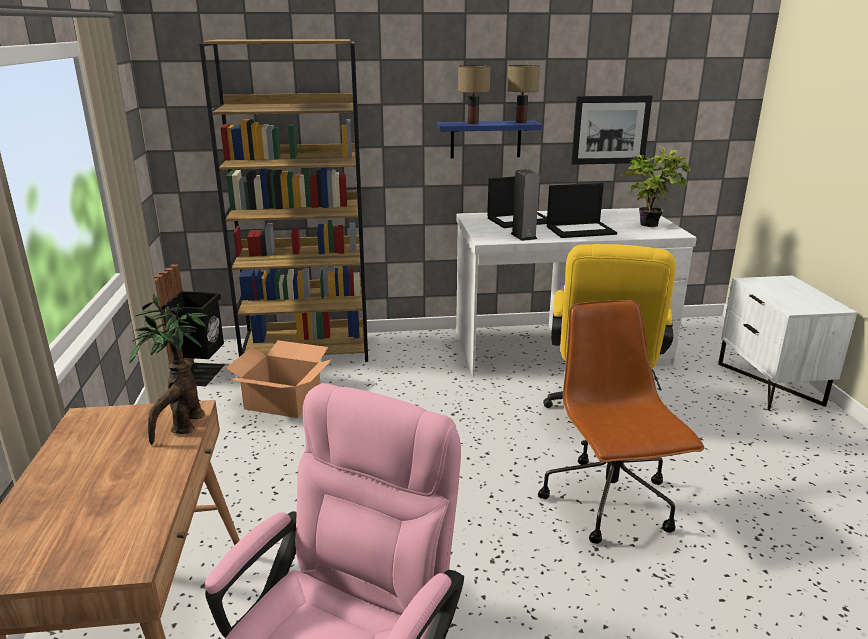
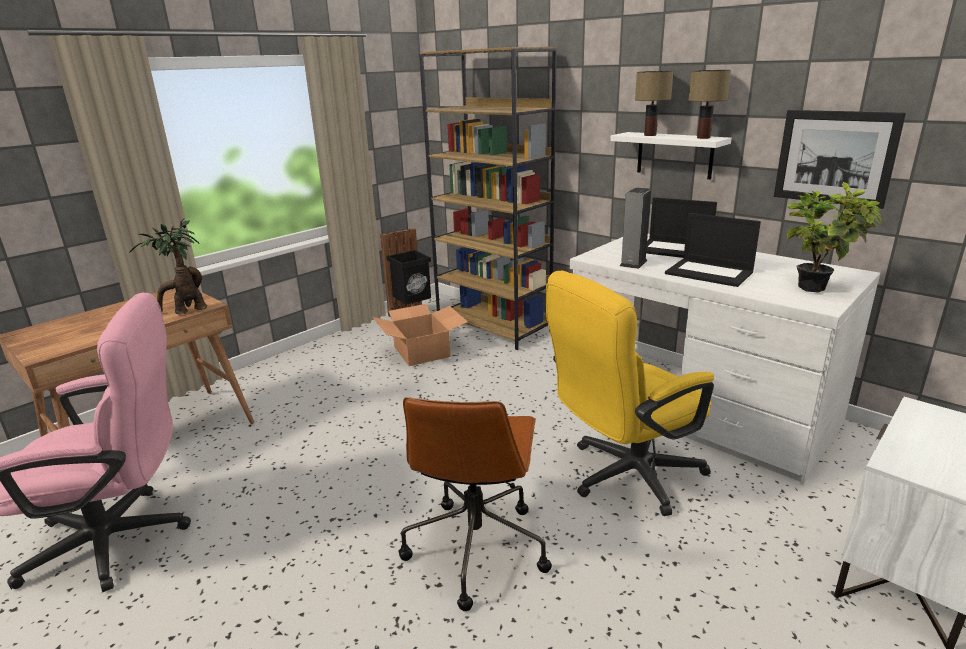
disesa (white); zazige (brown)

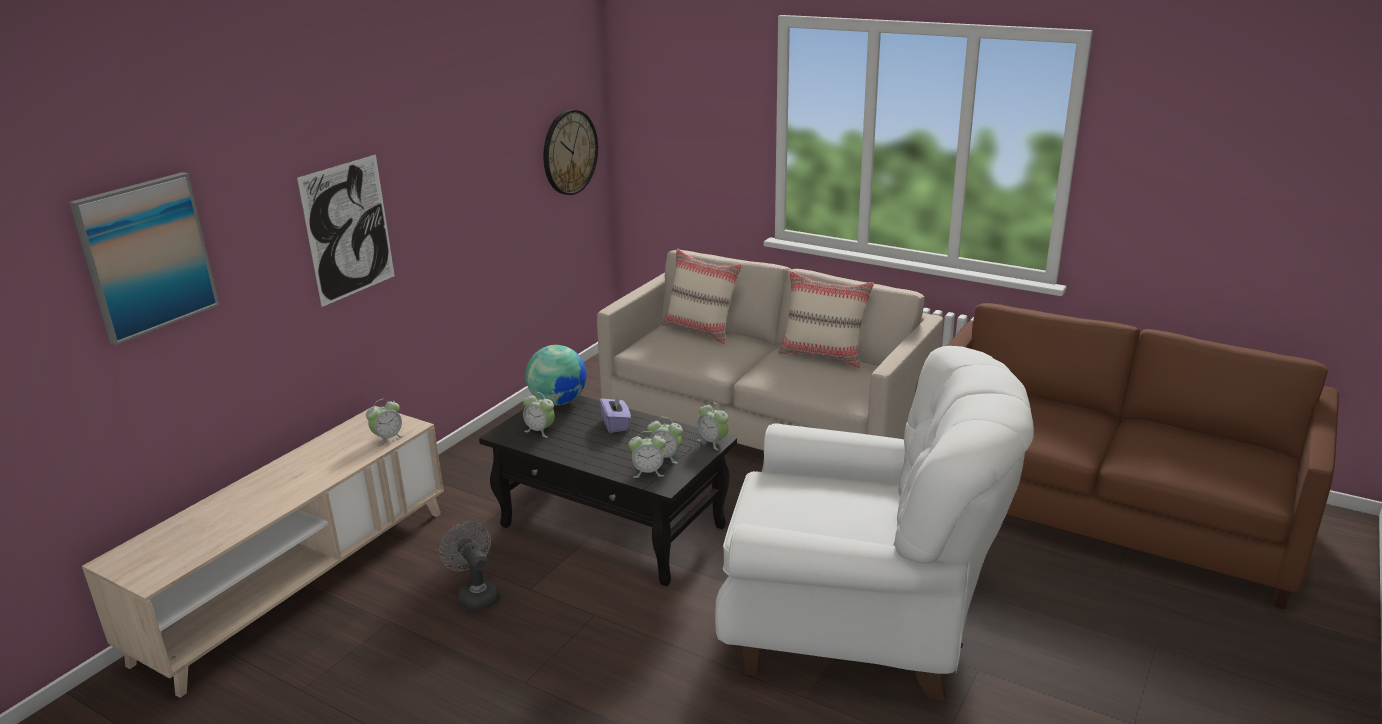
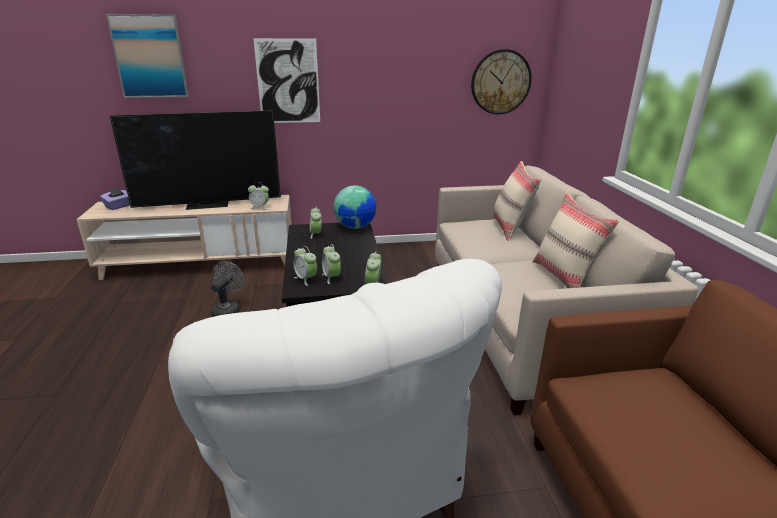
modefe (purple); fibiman

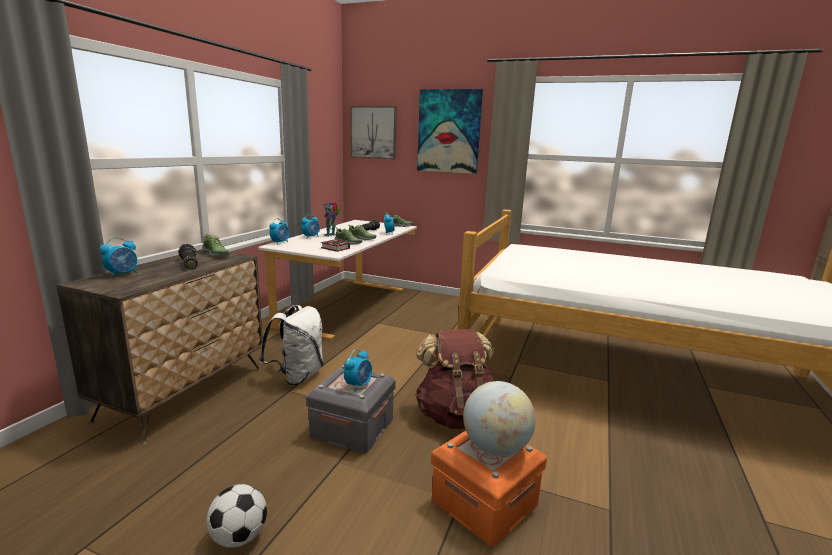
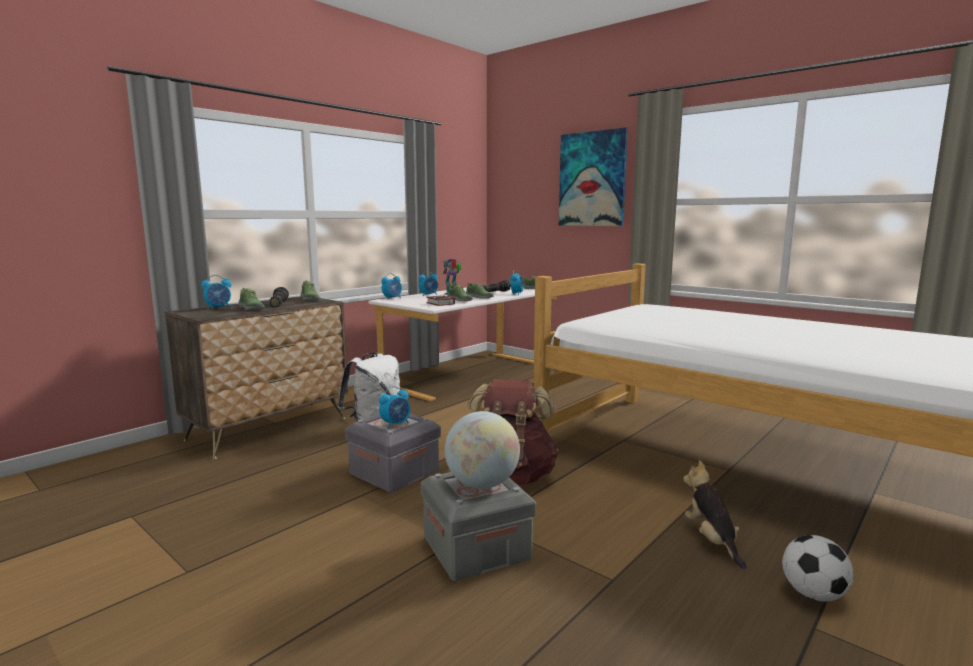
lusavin (no. 1 from left in the first image); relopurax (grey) (no. 2 from left); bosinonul; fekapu (no. 1 from left); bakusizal

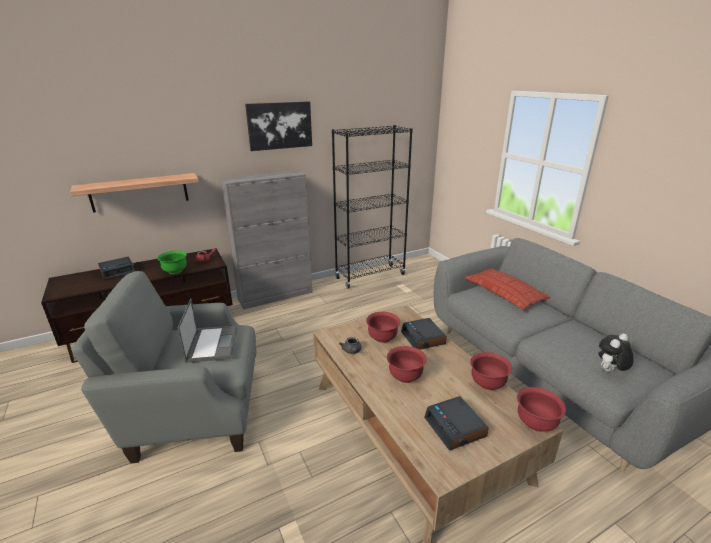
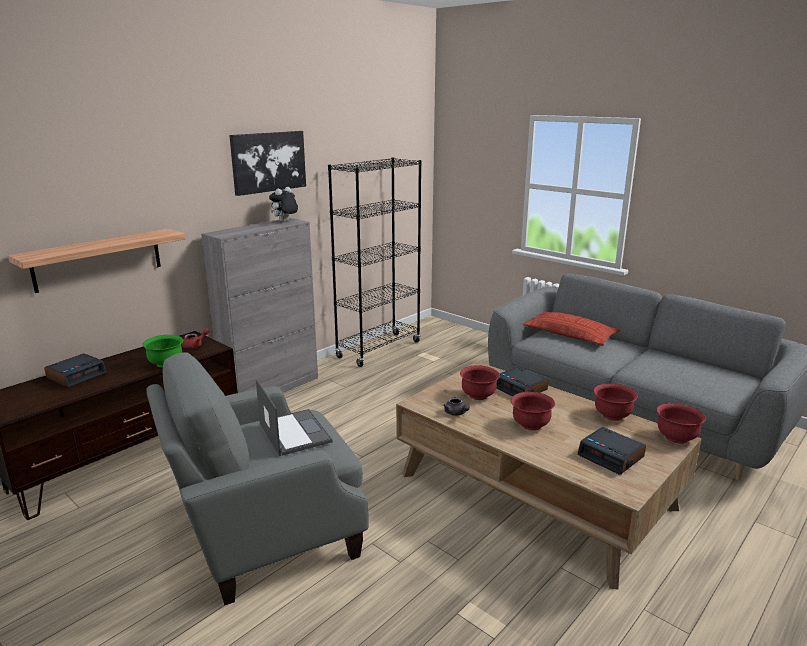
bakusizal

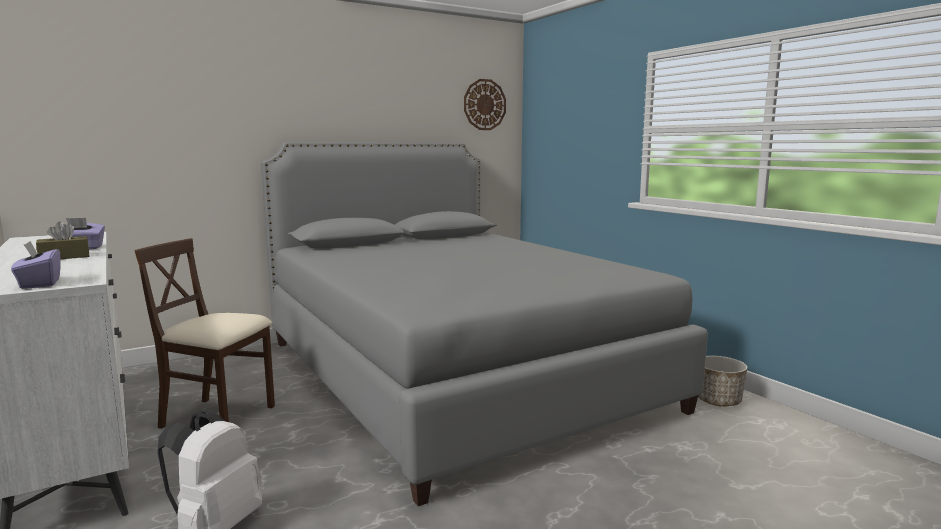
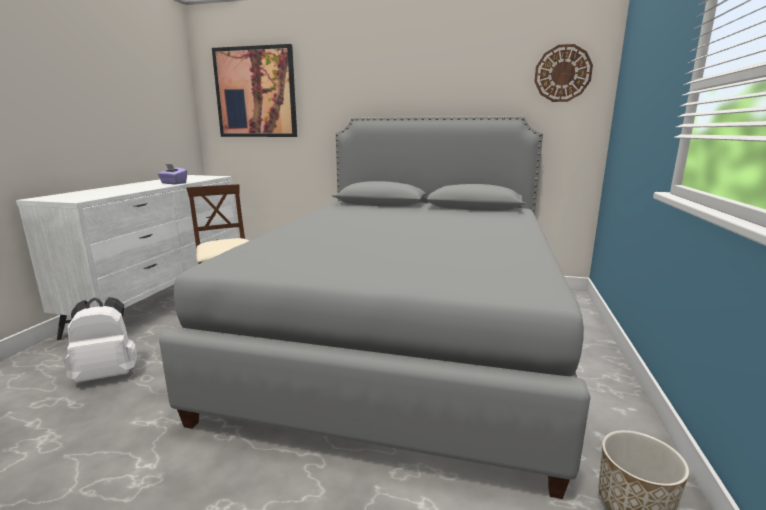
modefe (brown); modefe (purple) (no. 1 from left in the first image); lusavin

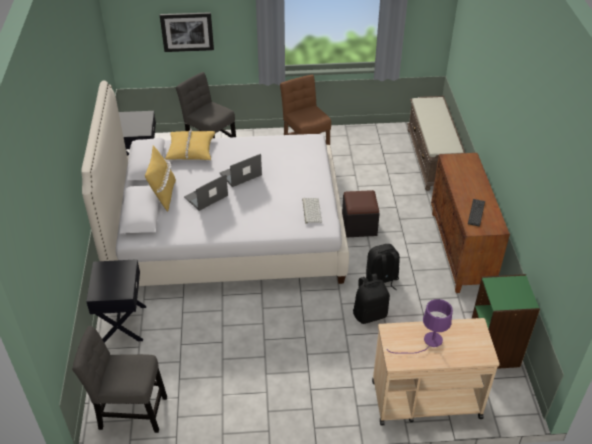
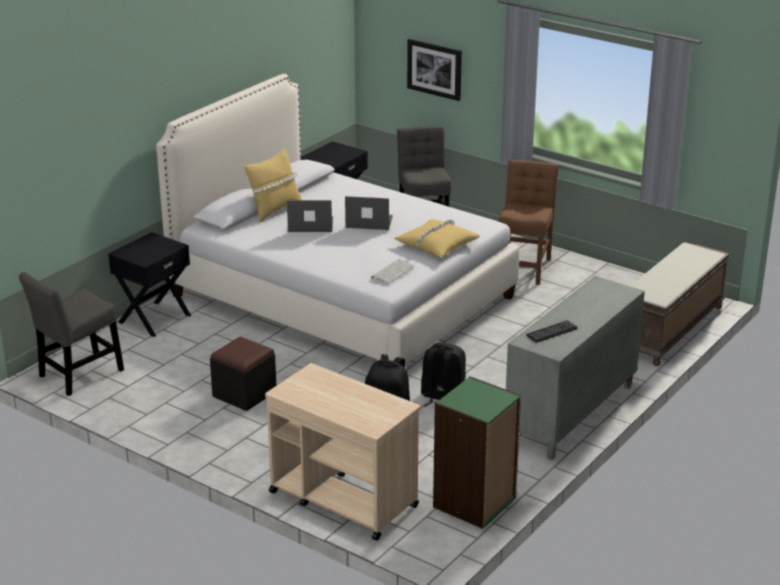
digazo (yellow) (no. 2 from left); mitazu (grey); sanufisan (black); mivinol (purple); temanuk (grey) (no. 1 from left)

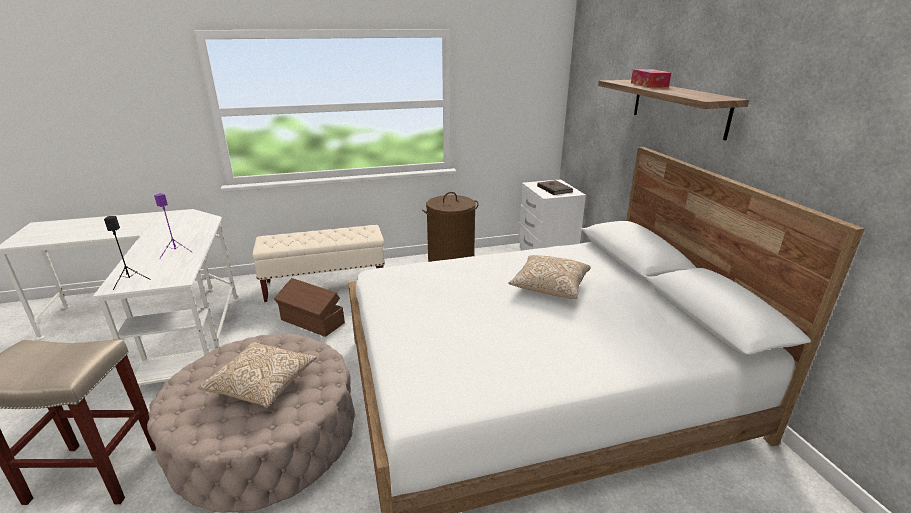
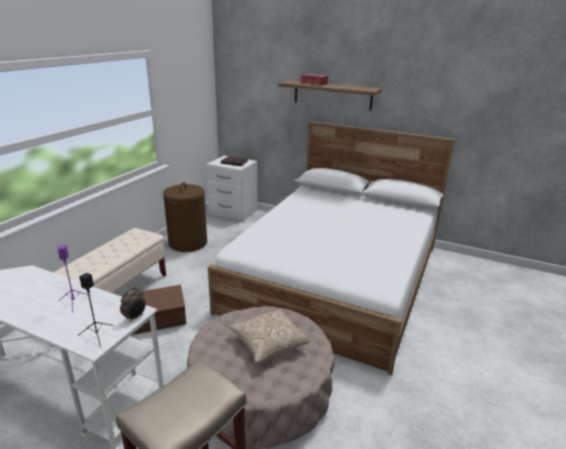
digazo (no. 2 from left in the first image); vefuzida

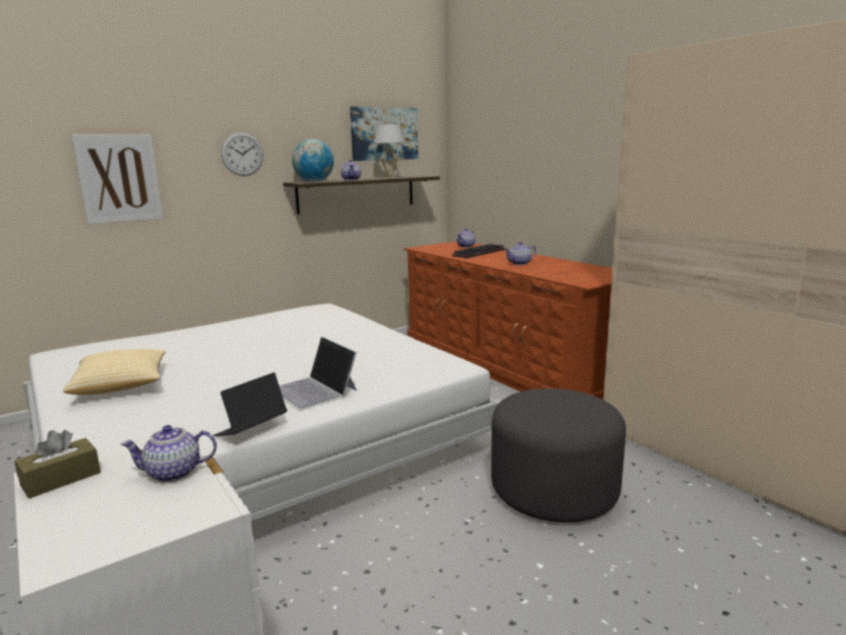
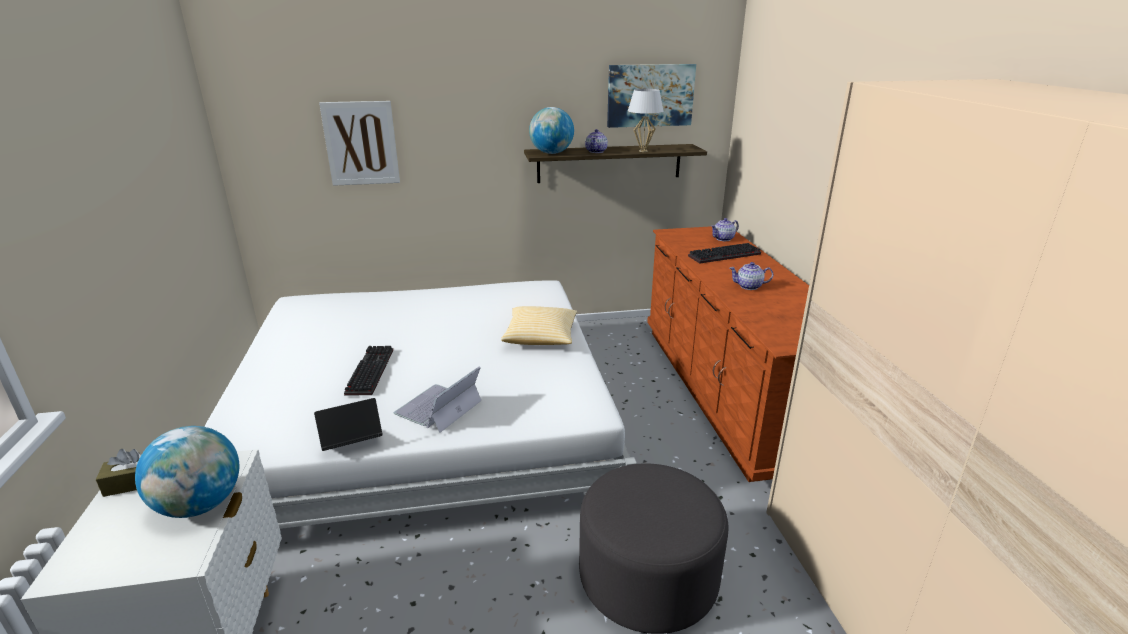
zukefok; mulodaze (no. 2 from left); digazo; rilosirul (no. 1 from left); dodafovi (no. 1 from left)

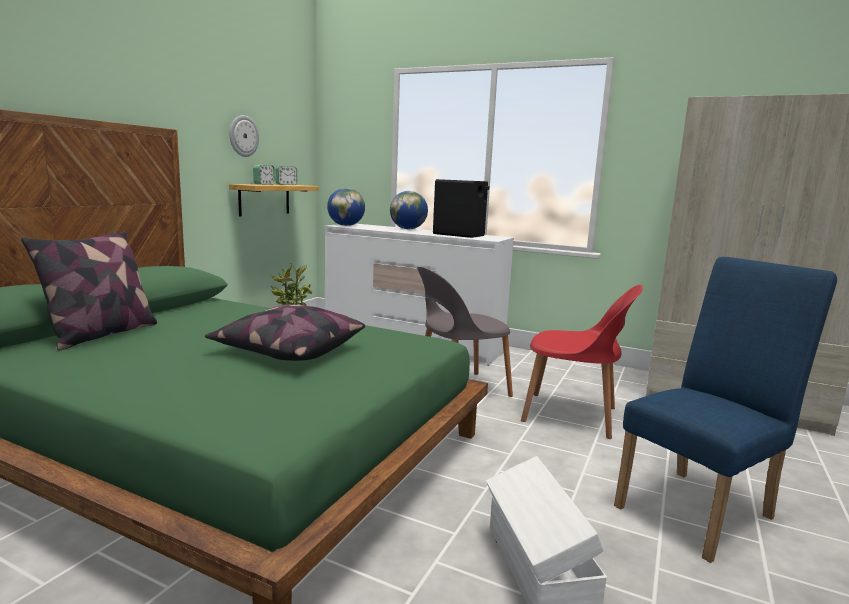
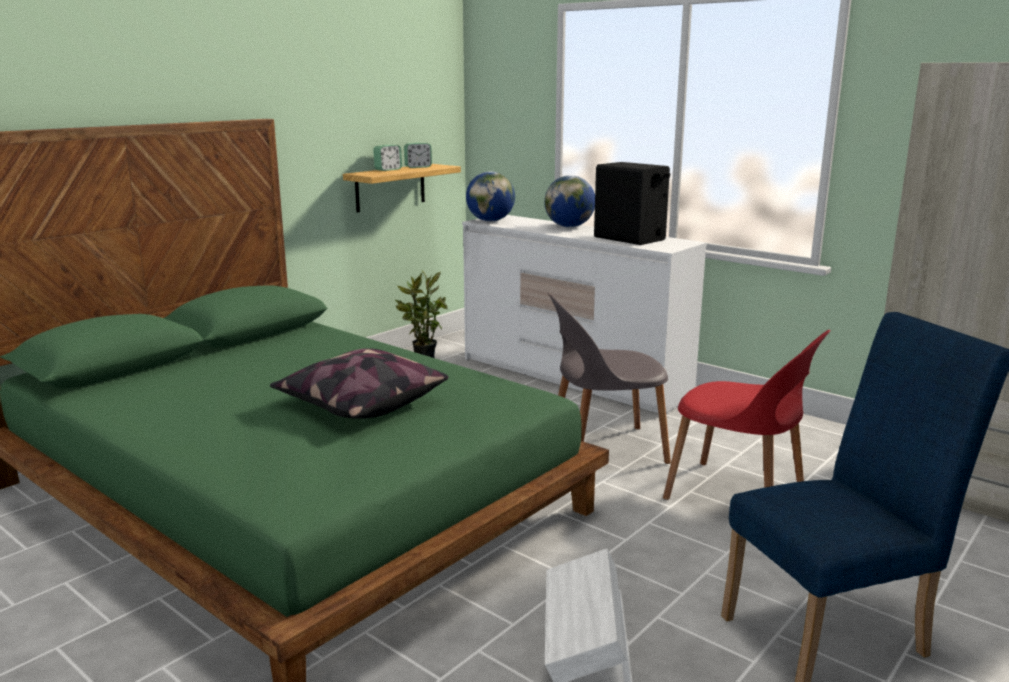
zukefok; digazo (no. 1 from left in the first image)

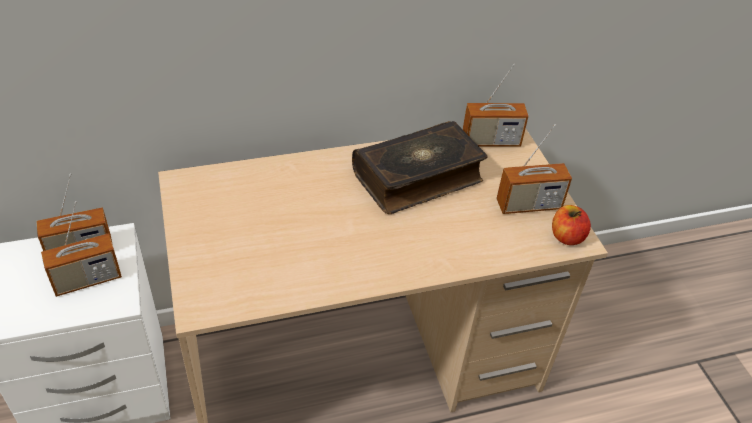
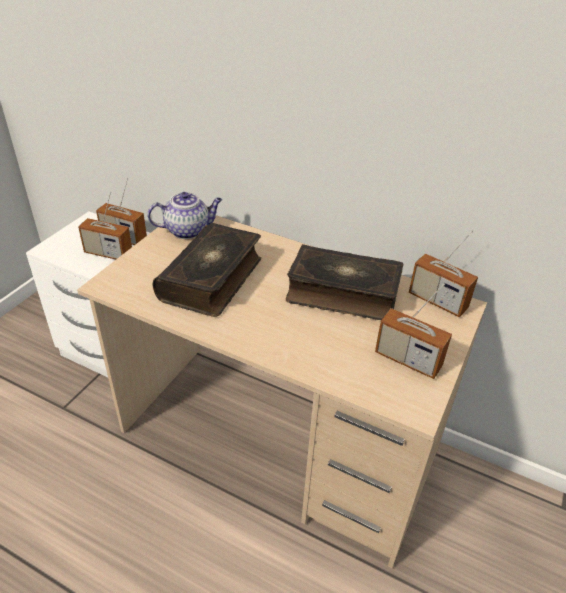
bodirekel; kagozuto; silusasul (no. 1 from left)

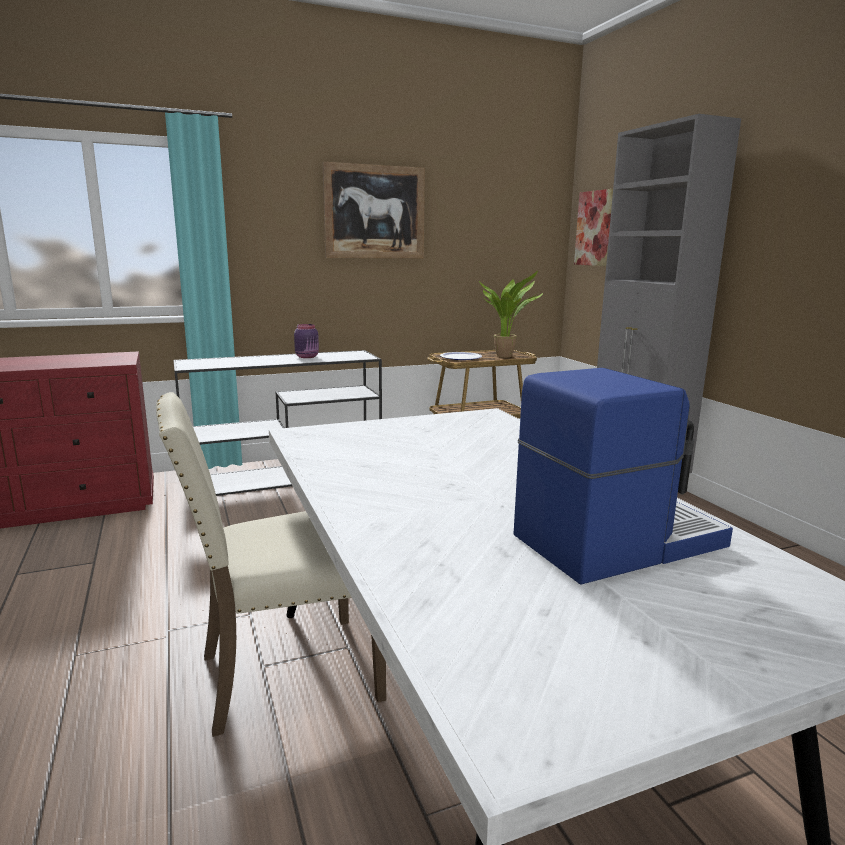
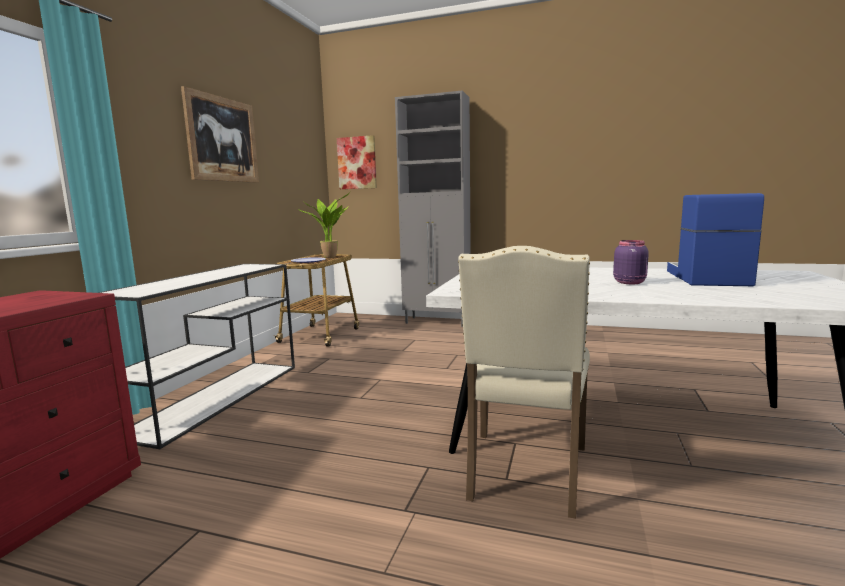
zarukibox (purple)

